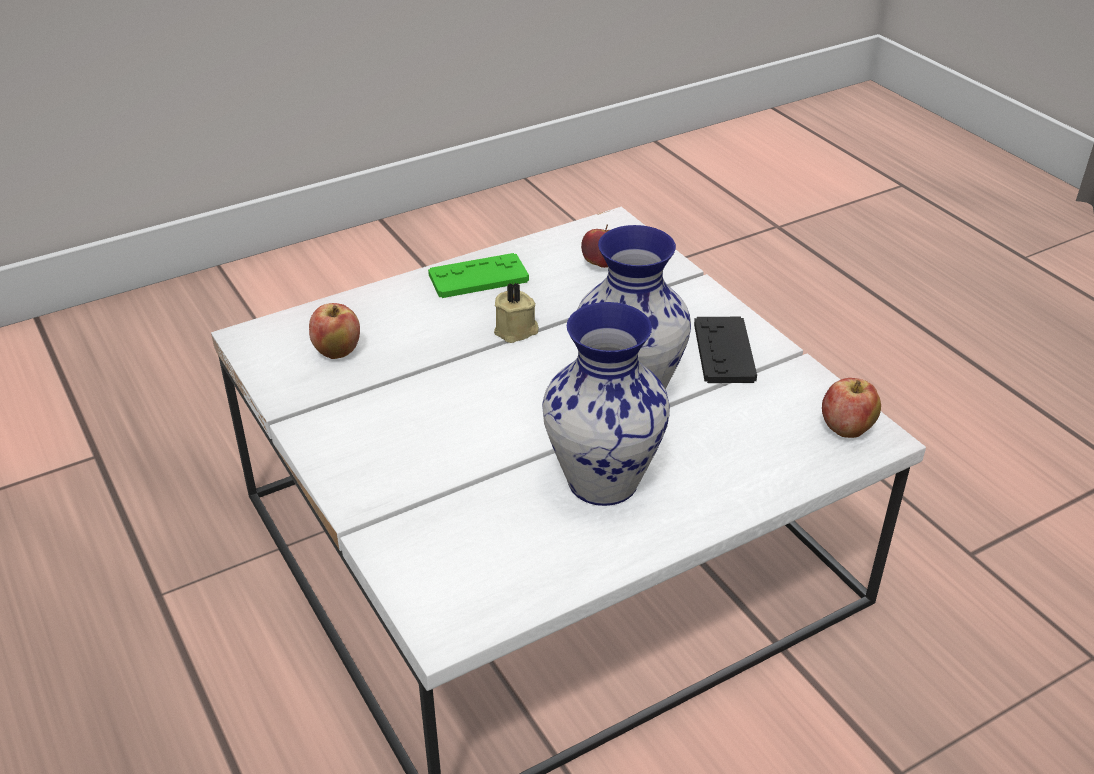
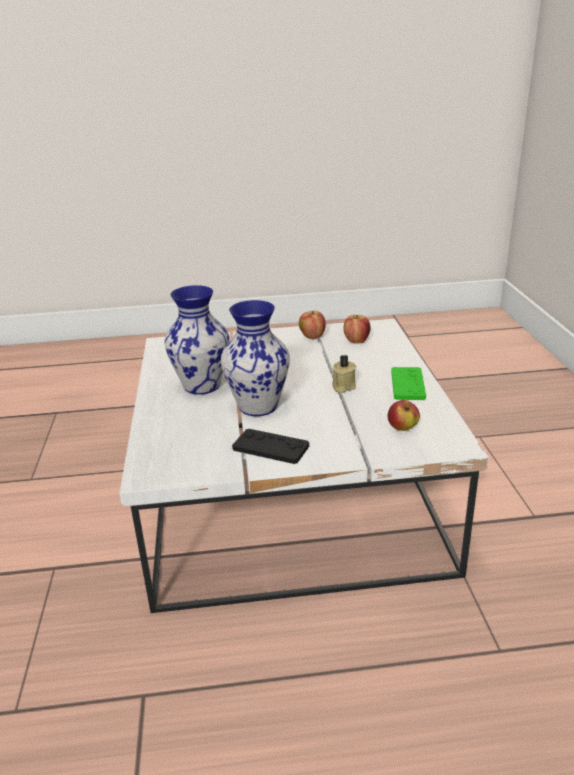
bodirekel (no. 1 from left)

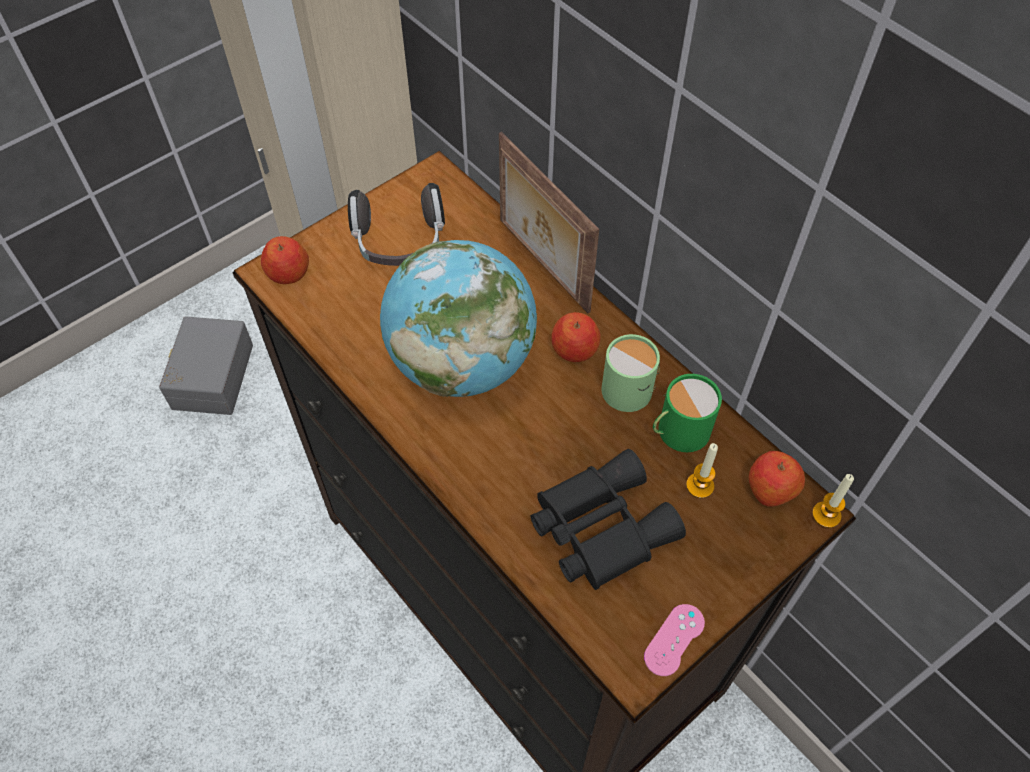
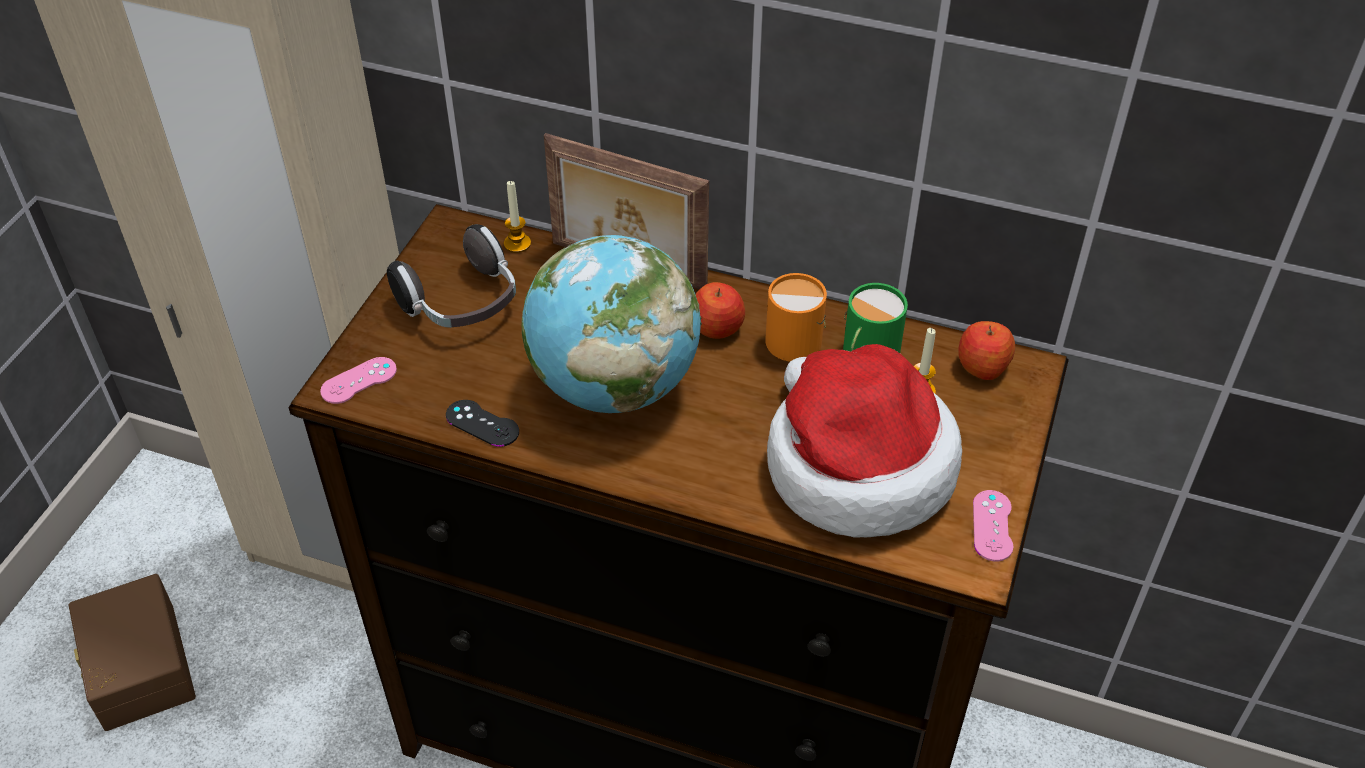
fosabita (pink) (no. 1 from left); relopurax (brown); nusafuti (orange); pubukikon; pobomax (no. 1 from left); fosabita (black)

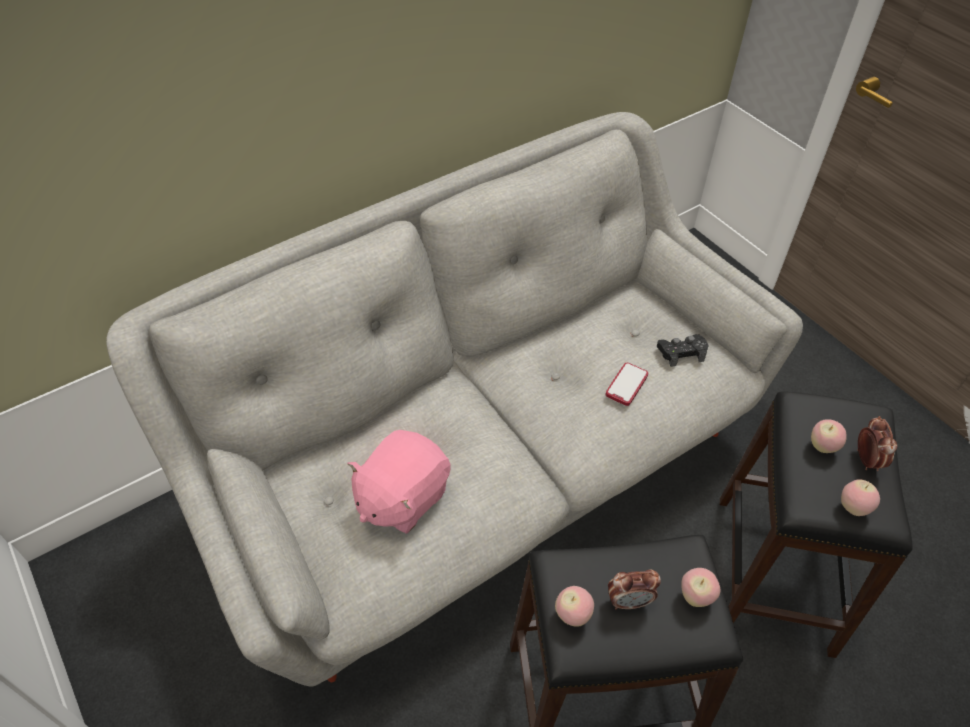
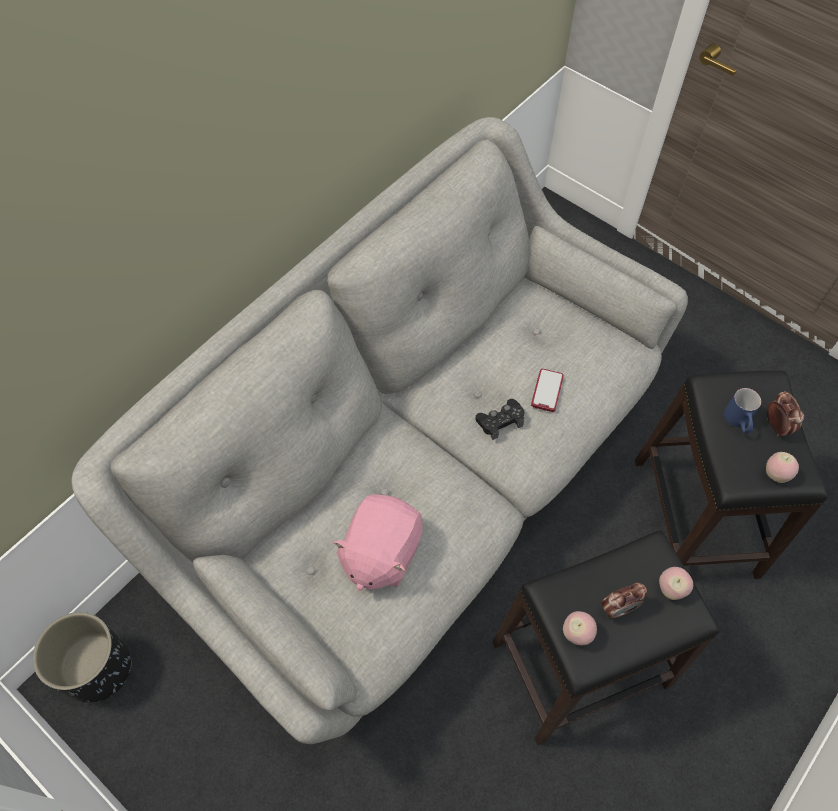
fosabita (black); nusafuti (blue); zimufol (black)

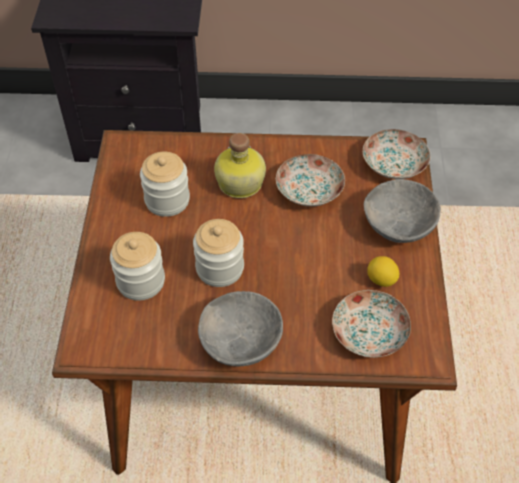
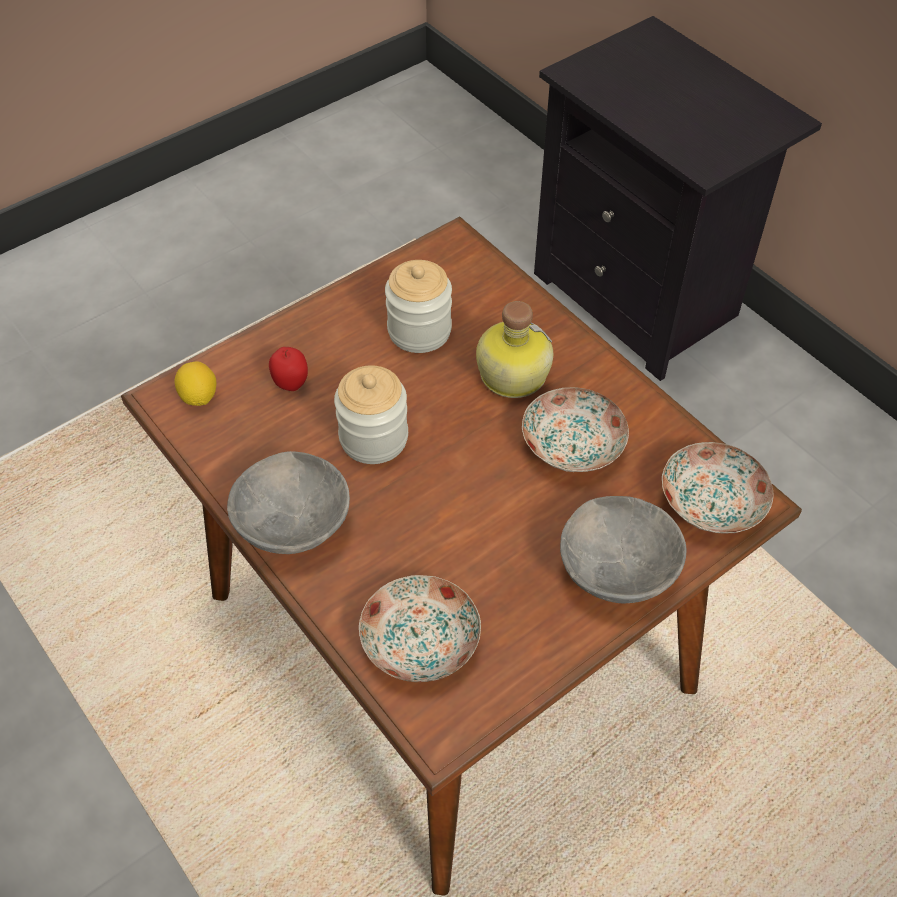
bodirekel; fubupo

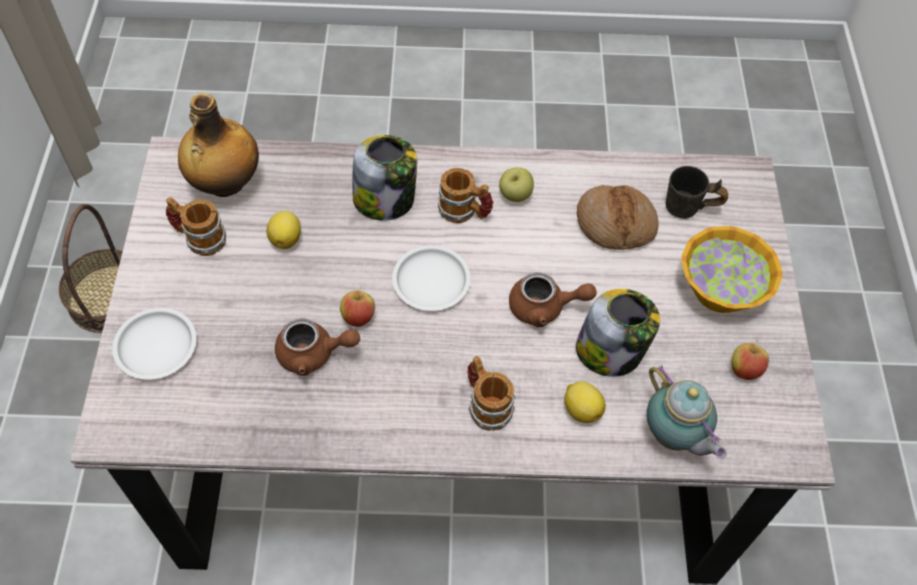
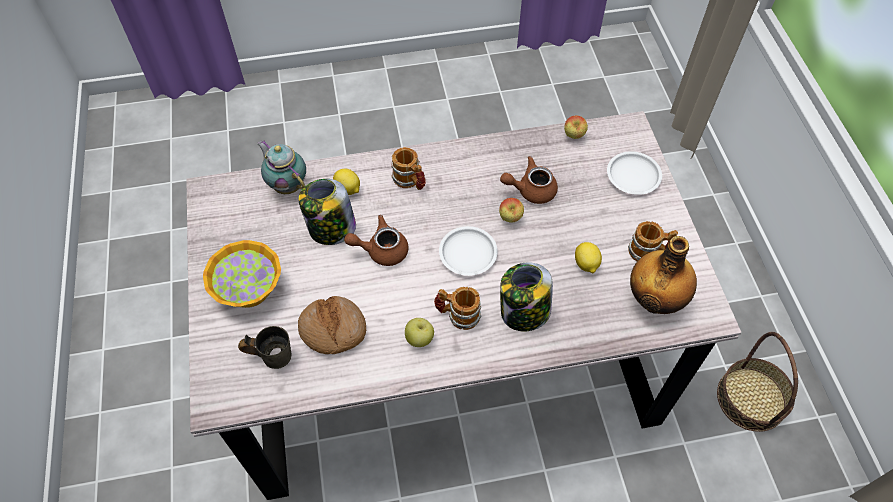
bodirekel (no. 3 from left)

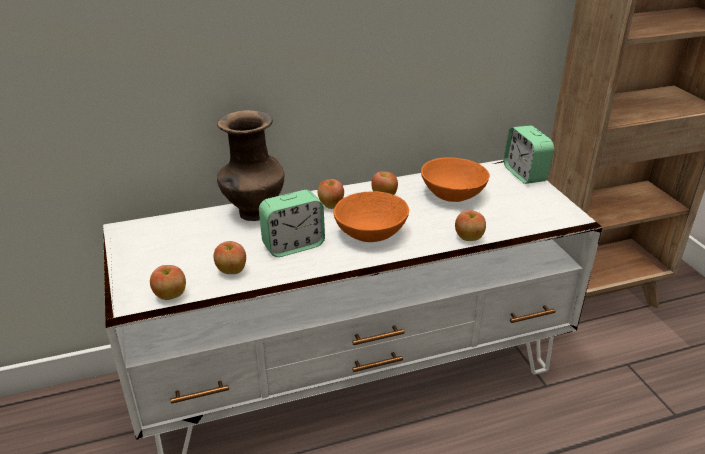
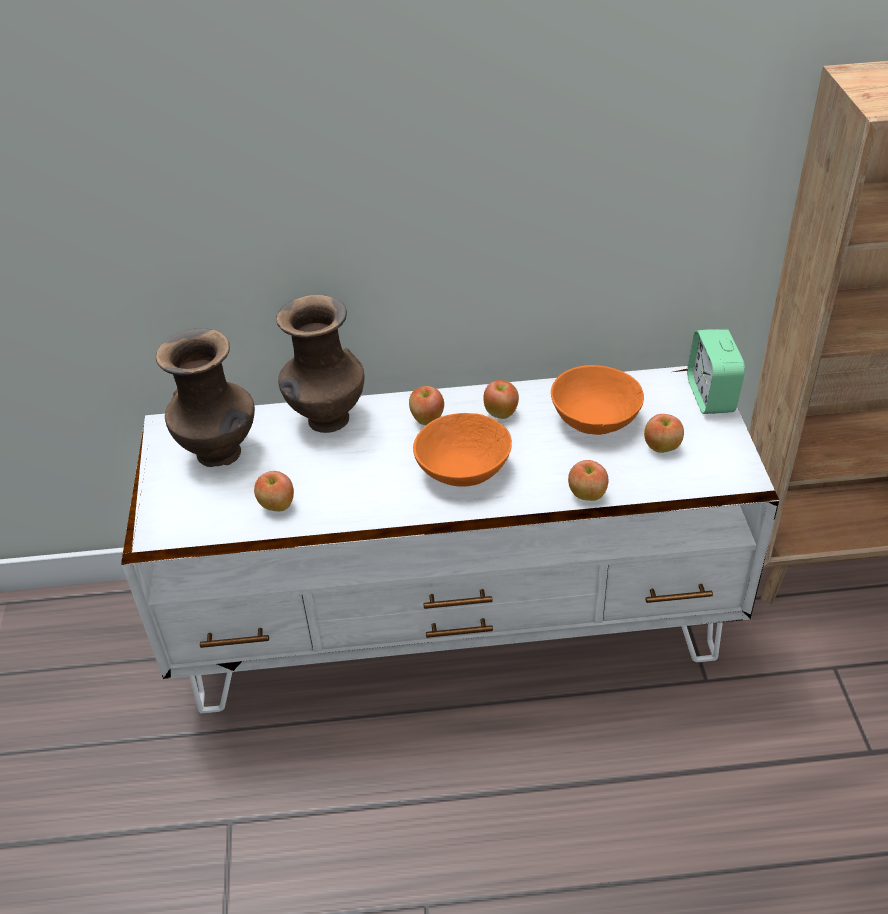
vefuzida (no. 1 from left in the first image); bodirekel (no. 5 from left); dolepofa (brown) (no. 1 from left)

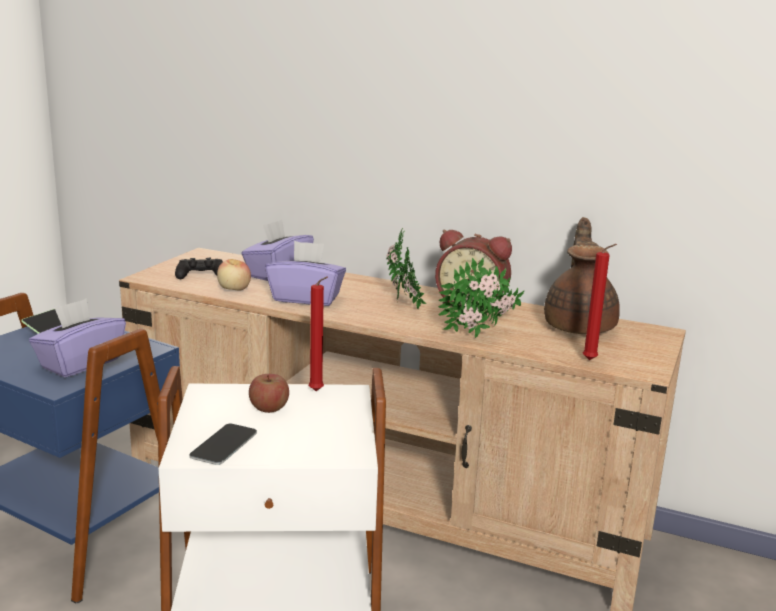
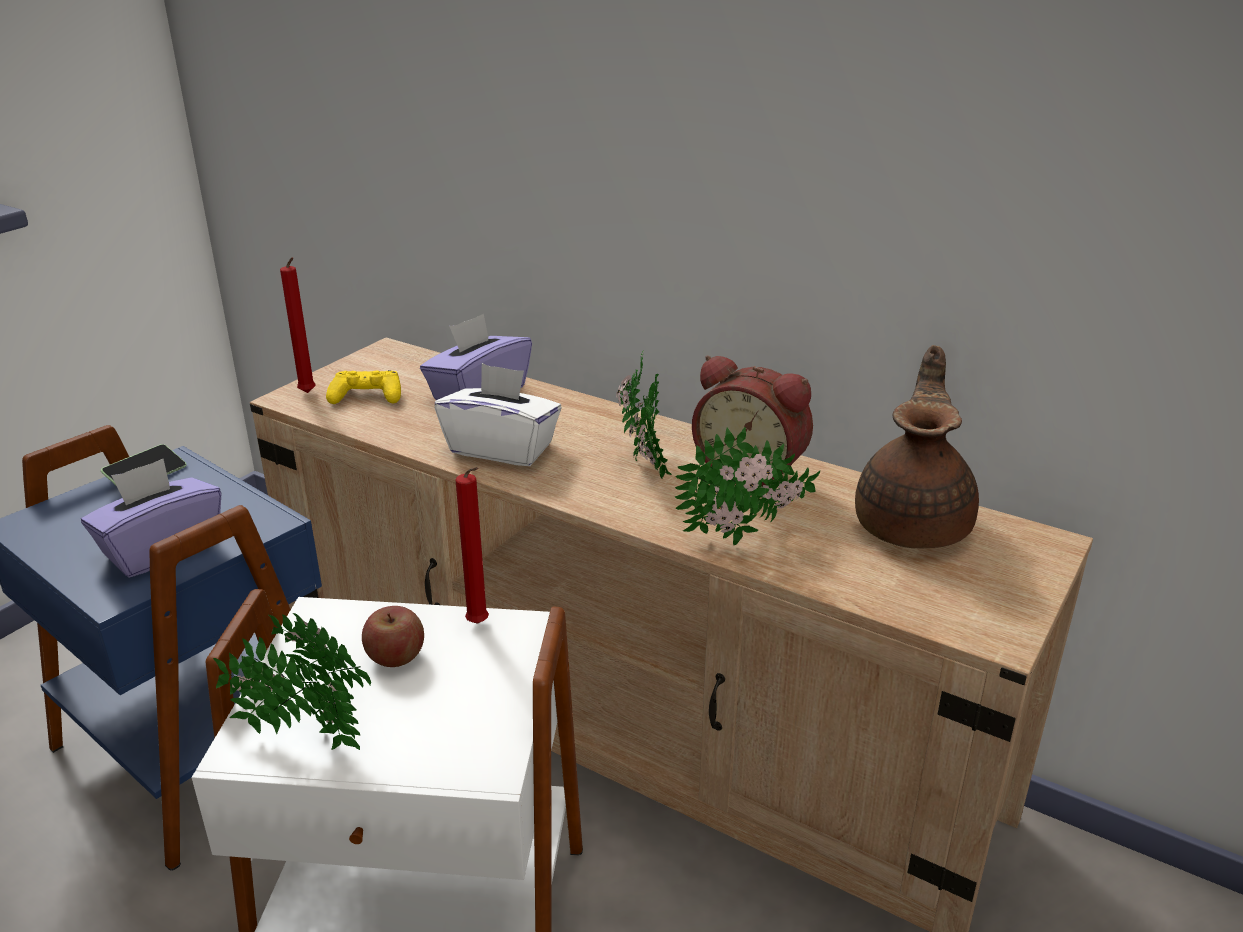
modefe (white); pobomax (red) (no. 1 from left); fosabita (yellow); bodirekel (no. 1 from left in the first image); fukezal (no. 1 from left)

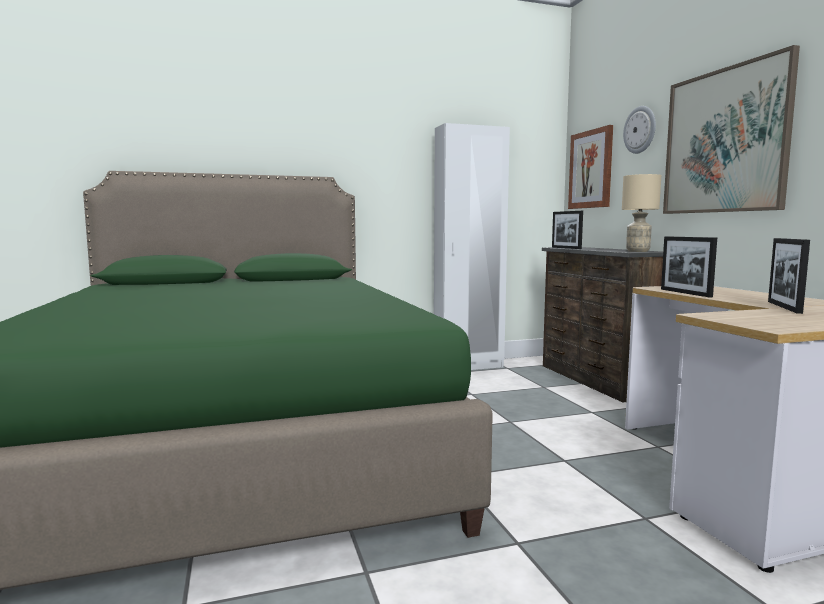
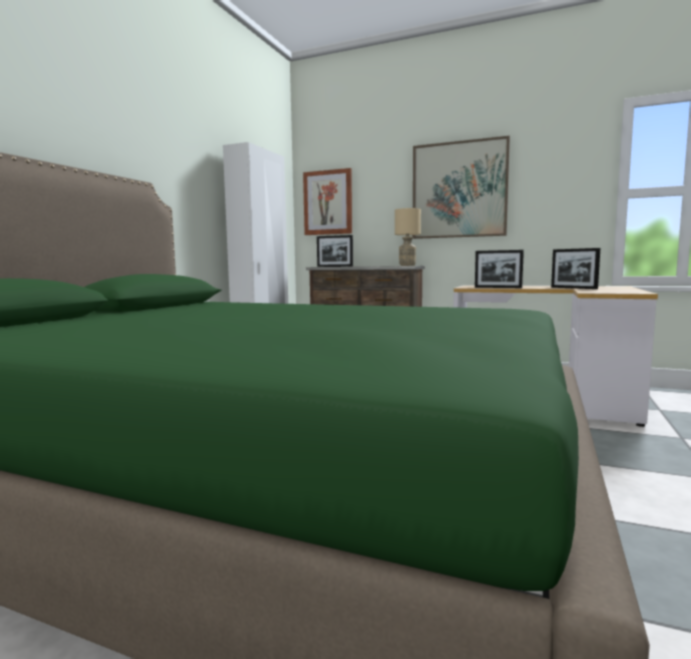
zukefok

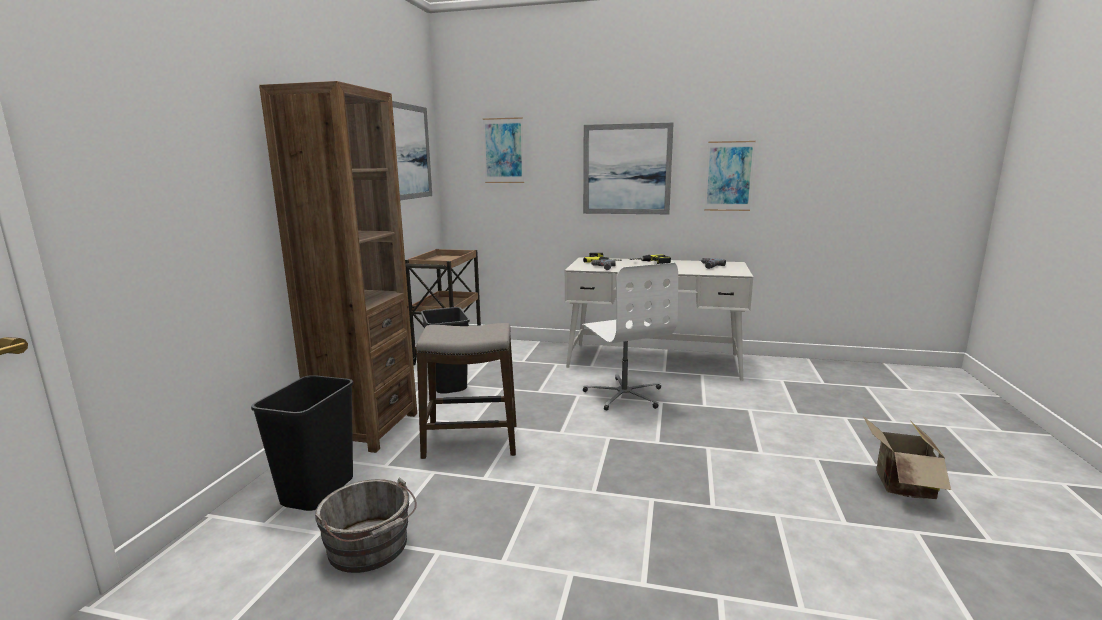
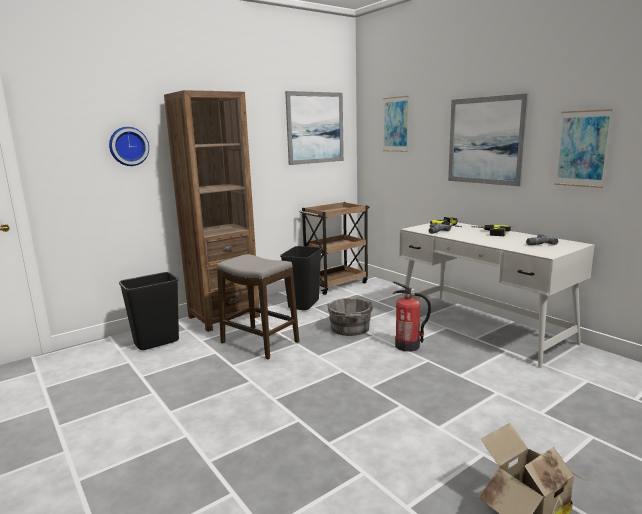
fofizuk; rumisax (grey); zukefok

